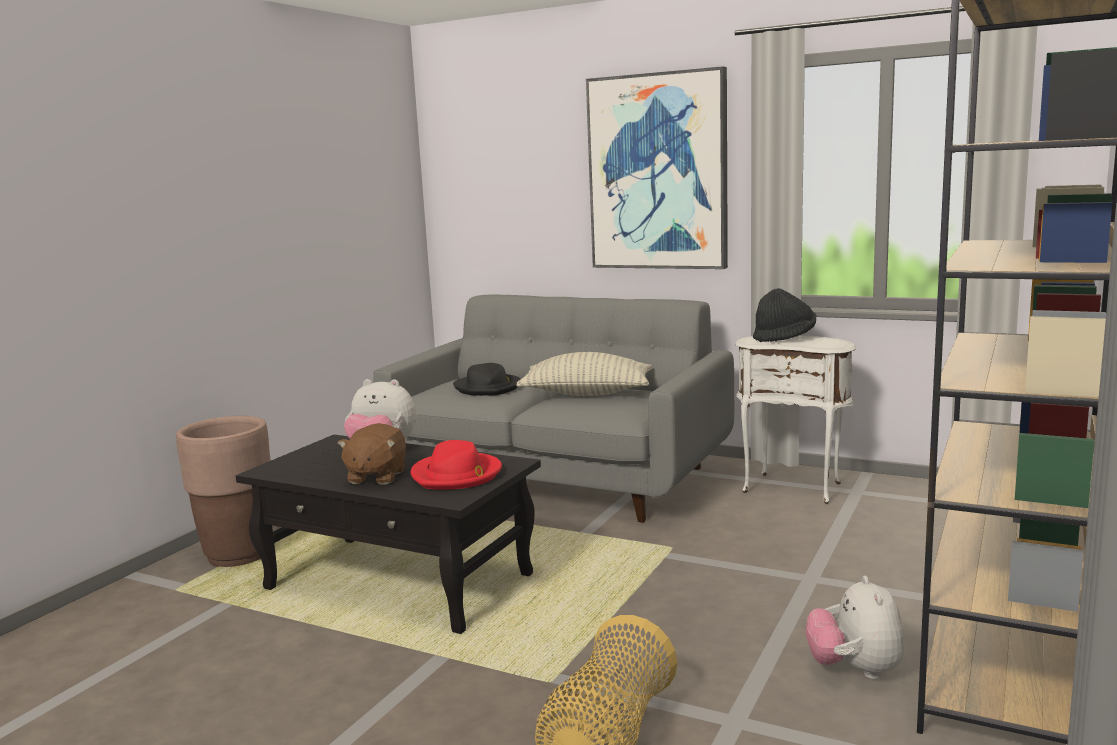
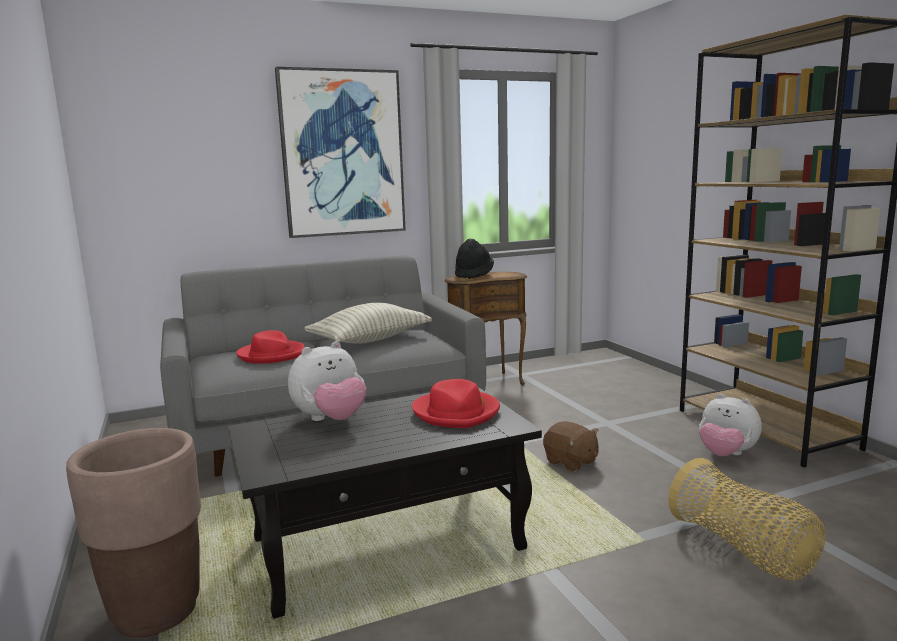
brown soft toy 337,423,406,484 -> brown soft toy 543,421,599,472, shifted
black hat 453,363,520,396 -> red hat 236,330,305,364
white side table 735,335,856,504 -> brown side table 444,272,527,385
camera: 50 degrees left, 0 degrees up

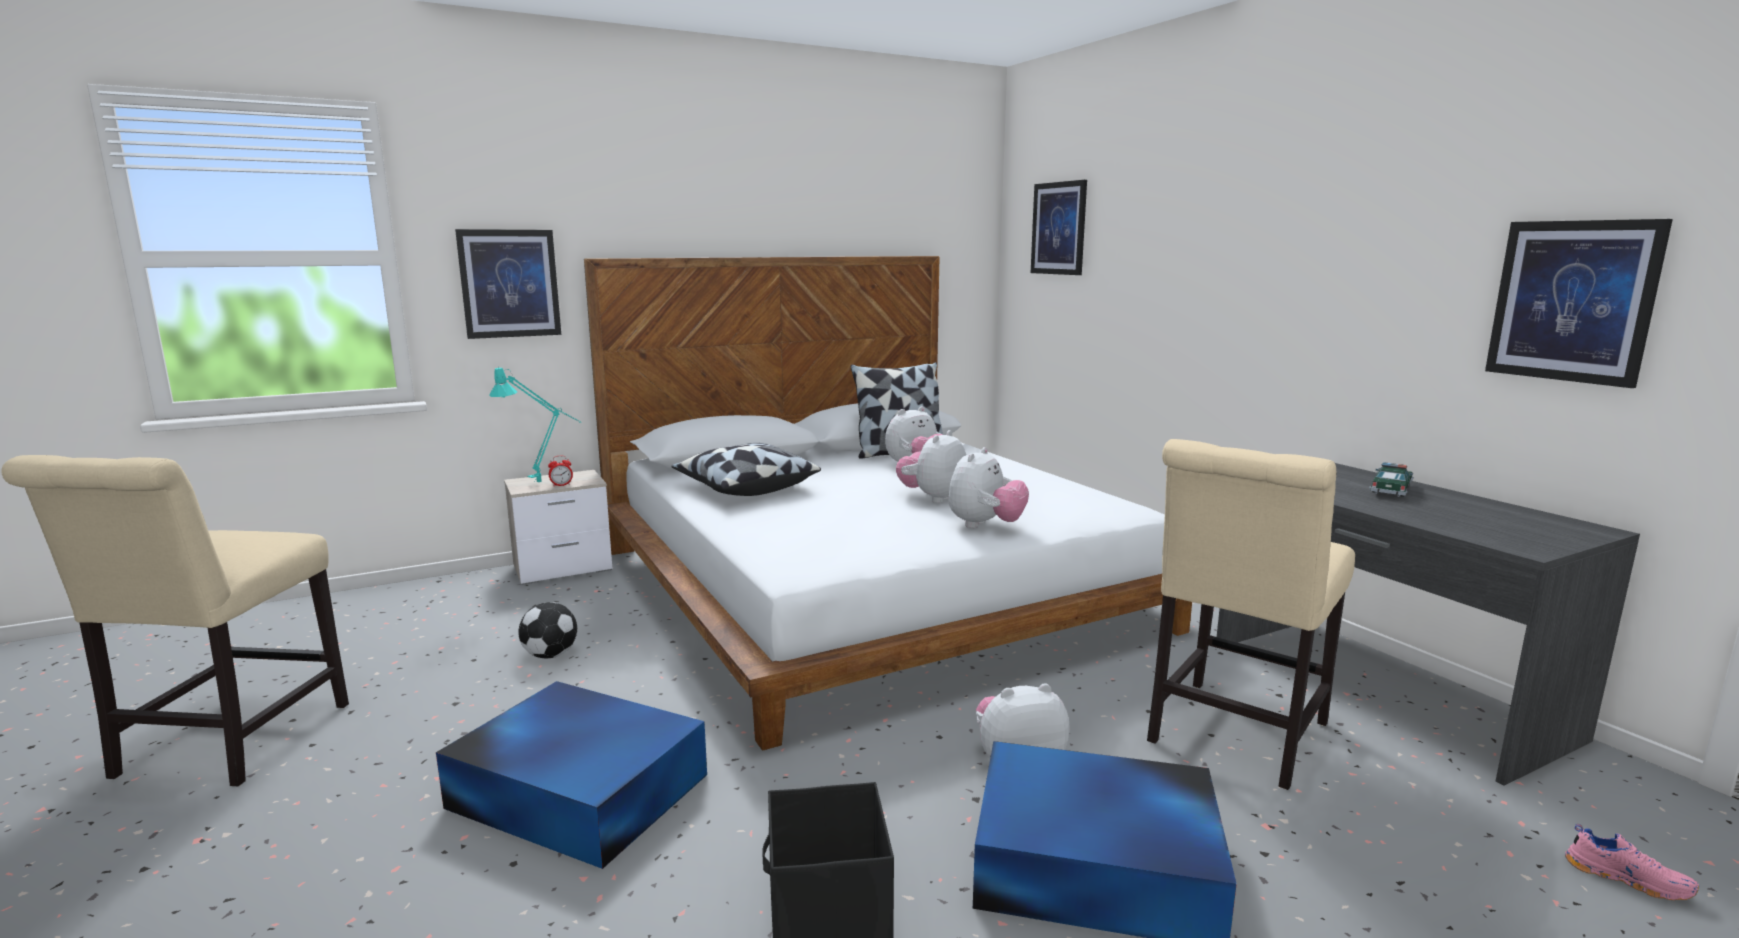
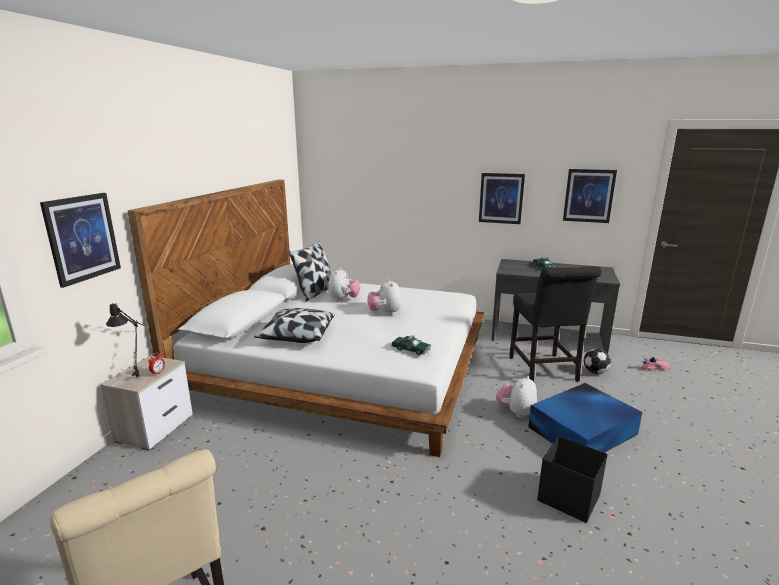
blue-coloured storage bin 436,681,707,869 -> none
soft toy 948,447,1029,528 -> none
none -> toy car 391,335,431,355
football 518,602,577,658 -> football 584,349,611,374, shifted
picture 1031,180,1087,275 -> picture 479,173,525,224, shifted
turquoise tabletop lamp 490,367,581,482 -> black tabletop lamp 106,303,145,377
beige-coloured plain chair 1147,439,1355,790 -> black plain chair 509,266,602,382
camera: 45 degrees left, 5 degrees up

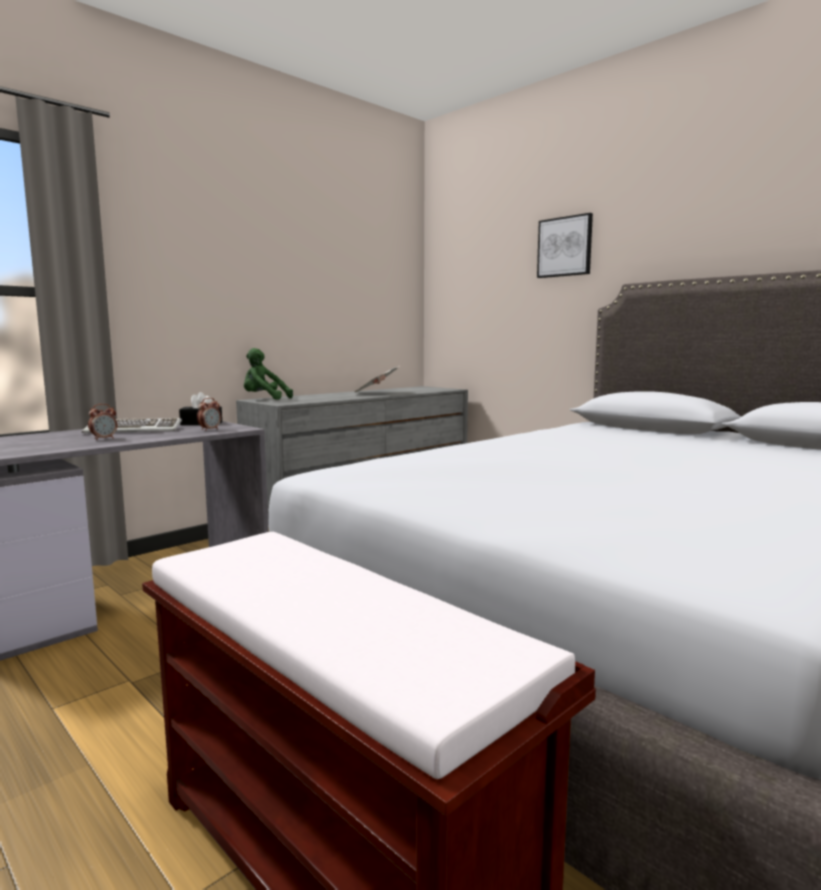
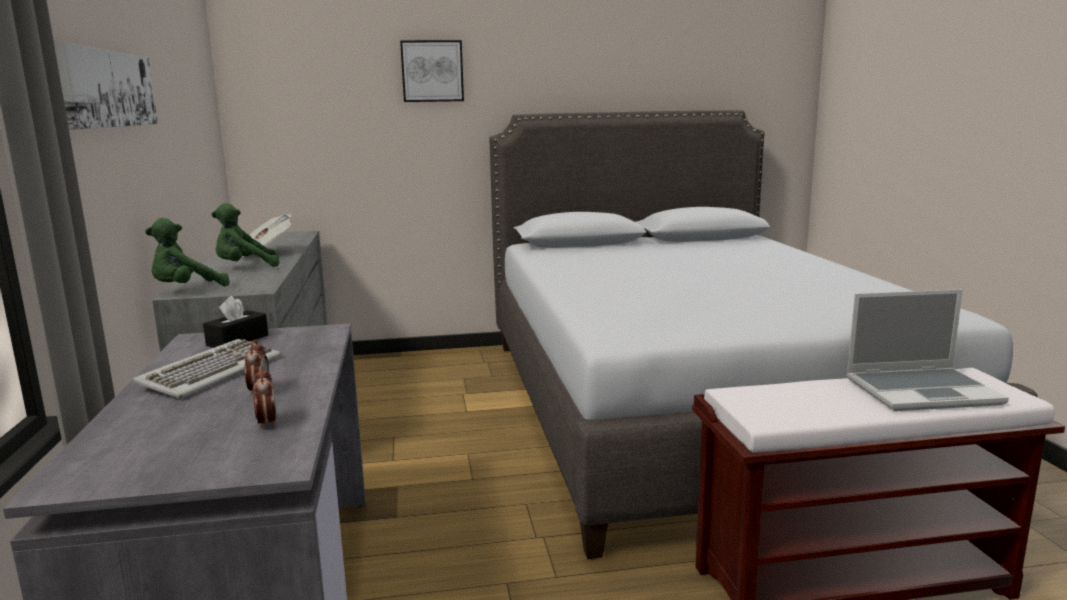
none -> picture 54,42,158,130
none -> greenish soft toy 211,203,279,267
none -> notebook computer 846,289,1009,411
bedside clock 197,398,221,431 -> bedside clock 253,366,277,428, shifted
camera: 55 degrees left, 5 degrees up

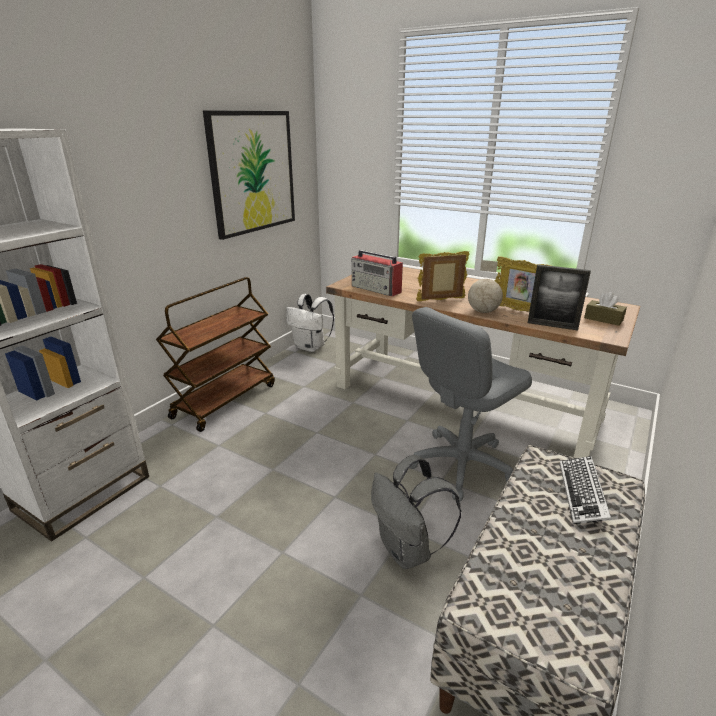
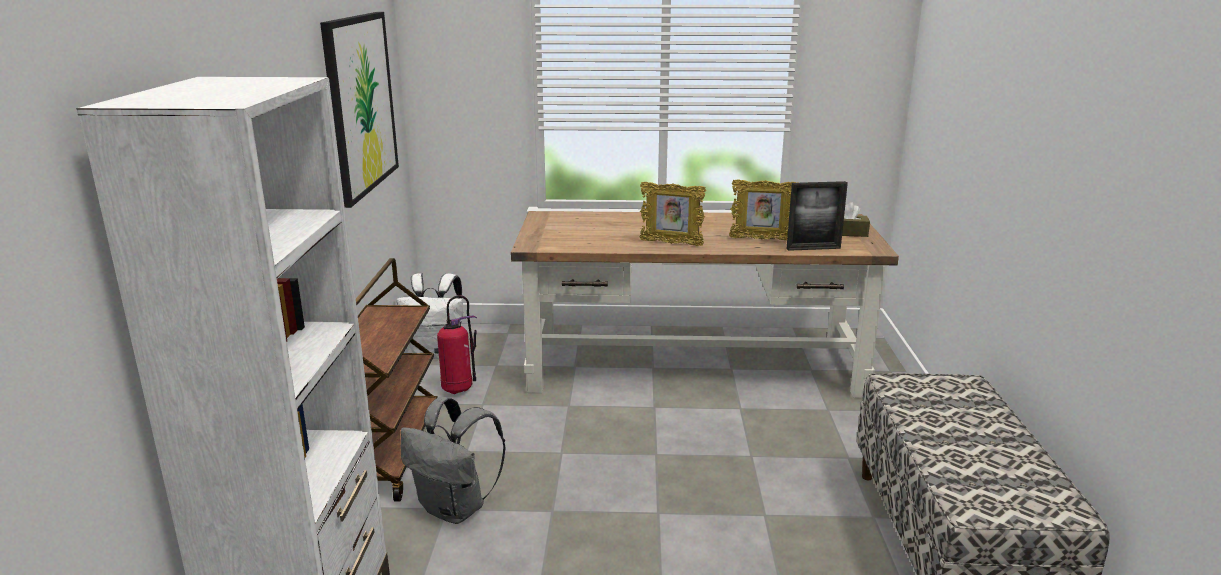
radio set 352,250,403,297 -> none
gray computer chair 410,307,532,501 -> none
desk globe 468,260,503,313 -> none
PC keyboard 560,456,612,524 -> none
none -> extinguisher 437,295,477,394
gray backpack 371,455,462,569 -> gray backpack 401,397,506,524, shifted
standing frame 416,251,470,301 -> standing frame 640,182,706,246, 120 degrees counterclockwise
camera: 30 degrees left, 5 degrees down

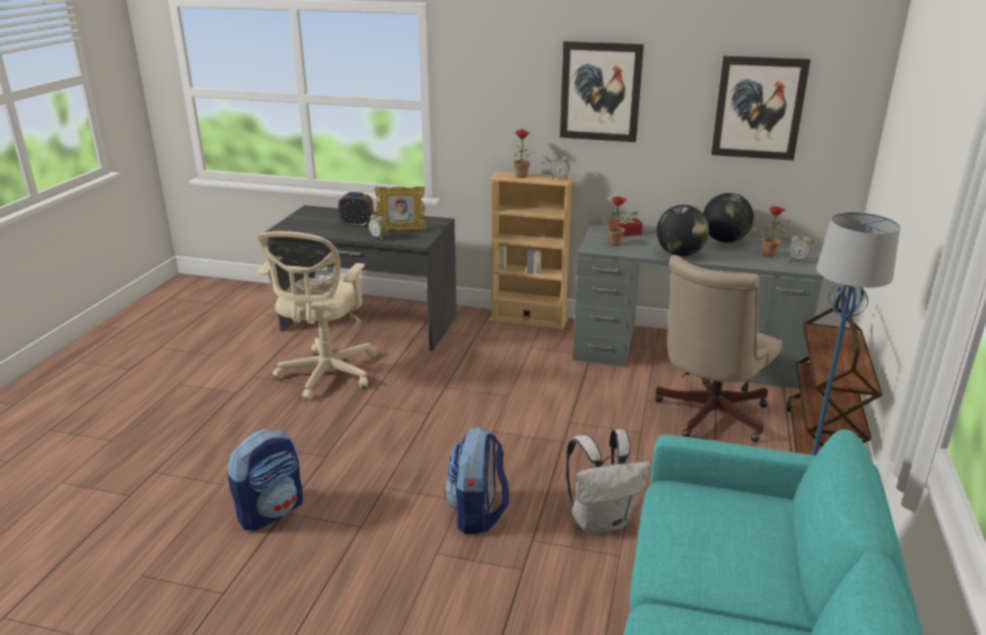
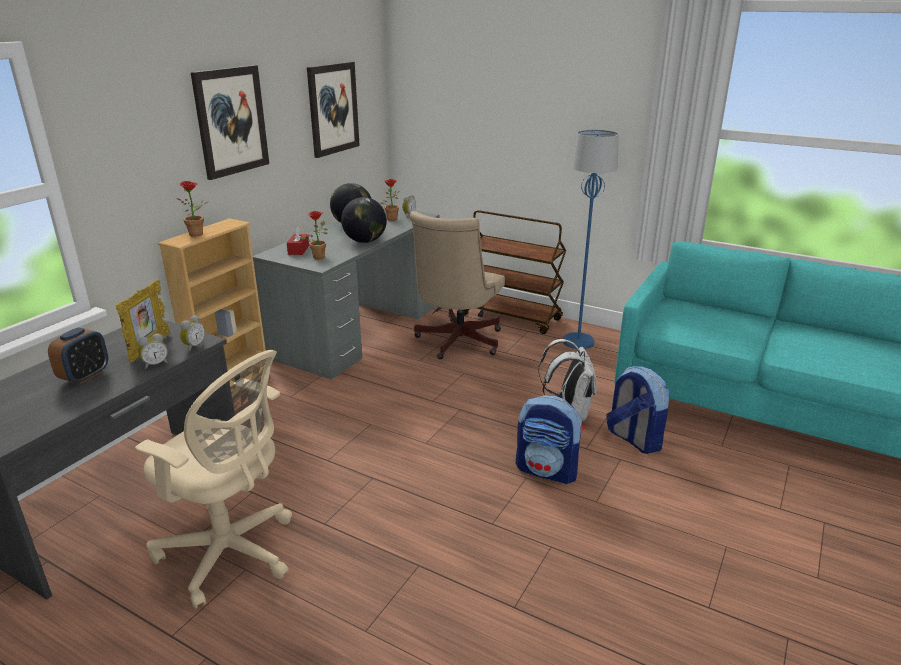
backpack 228,429,303,531 -> backpack 606,366,670,454, shifted
bedside clock 551,156,570,180 -> bedside clock 180,315,205,351, shifted
beige-coloured computer chair 655,255,782,442 -> beige-coloured computer chair 410,211,505,359, 60 degrees clockwise
camera: 75 degrees left, 0 degrees up

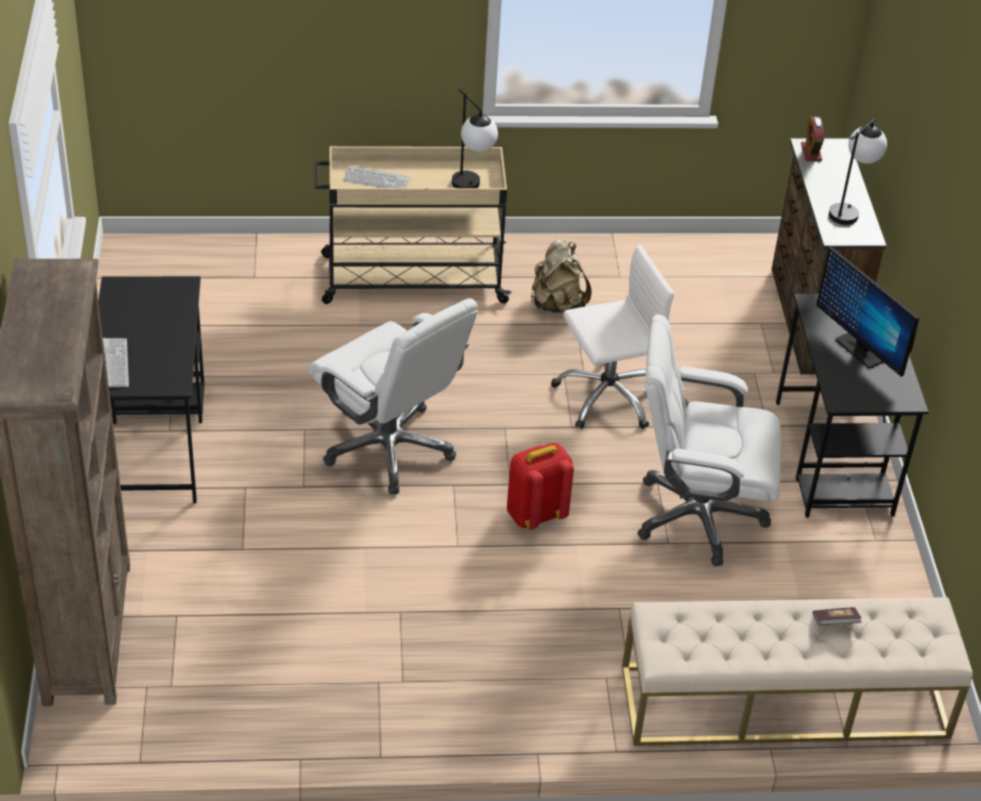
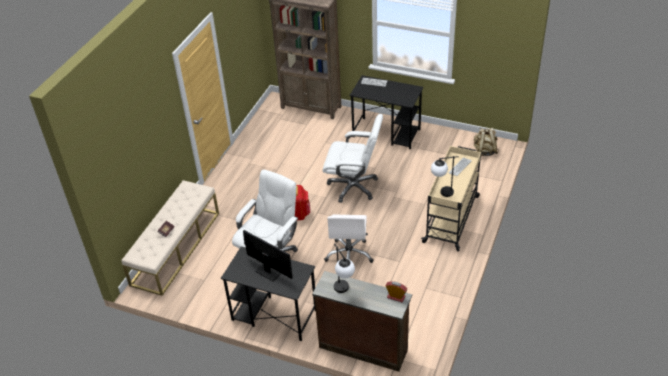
beige-coloured backpack 531,239,592,313 -> beige-coloured backpack 474,128,499,156, shifted
white computer chair 308,298,478,494 -> white computer chair 322,114,383,203, 150 degrees counterclockwise
monitor 816,247,919,377 -> monitor 243,230,293,281, 45 degrees clockwise
camera: 120 degrees right, 0 degrees up

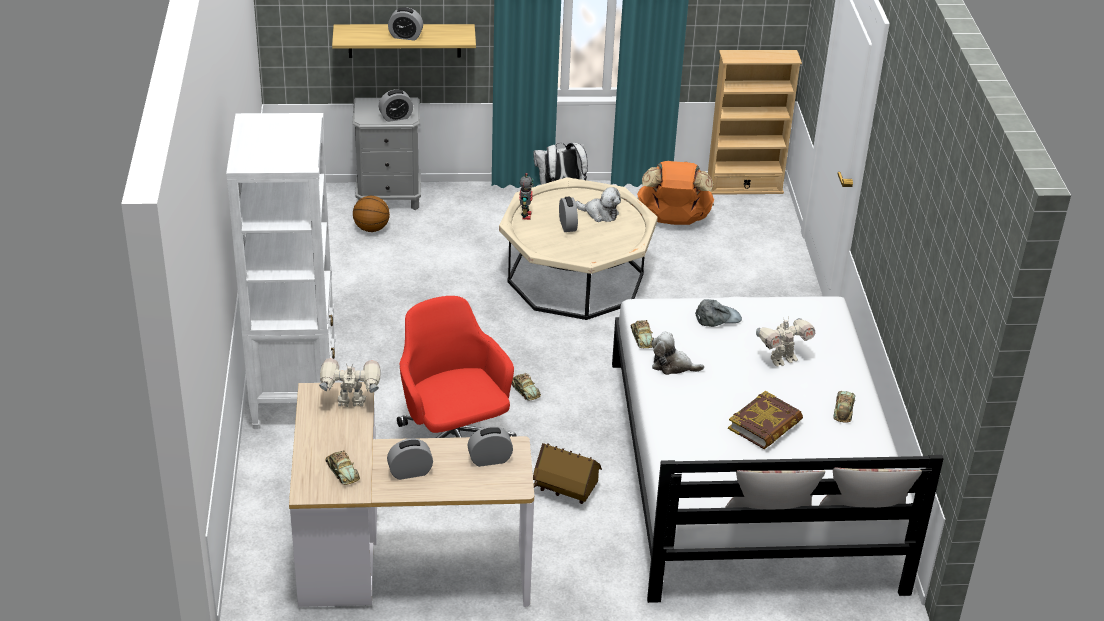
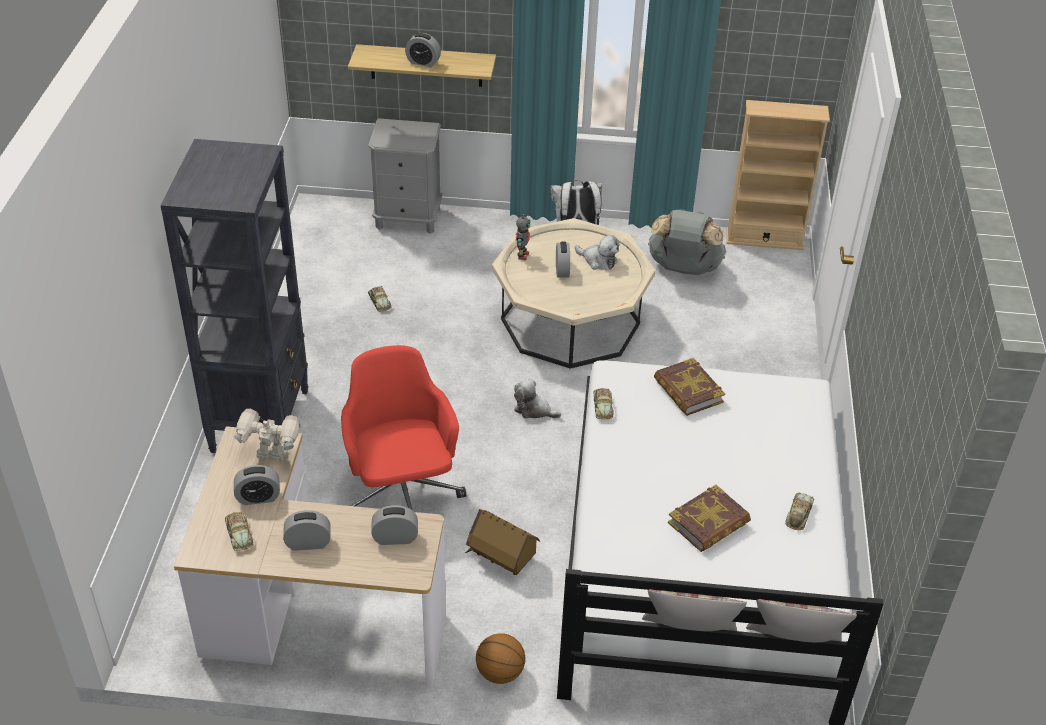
model robot 756,317,815,367 -> none
basketball 353,196,390,232 -> basketball 476,633,525,684, shifted
bedside clock 379,89,413,122 -> bedside clock 234,465,280,505, shifted
toy car 512,373,541,401 -> toy car 368,286,391,311, shifted
soft toy 651,332,704,375 -> soft toy 514,378,561,418, shifted
gray baseball cap 695,299,742,327 -> bound book 654,358,725,416
white shelving unit 226,113,336,429 -> black shelving unit 160,139,308,453
orange backpack 637,161,714,225 -> gray backpack 648,209,726,275
camera: 10 degrees right, 5 degrees up

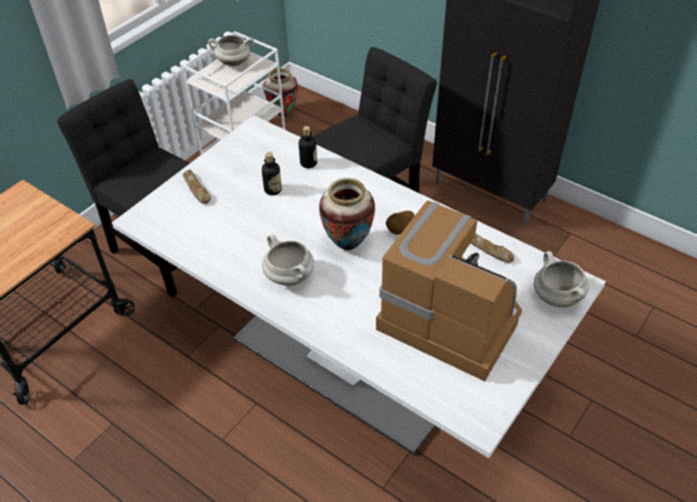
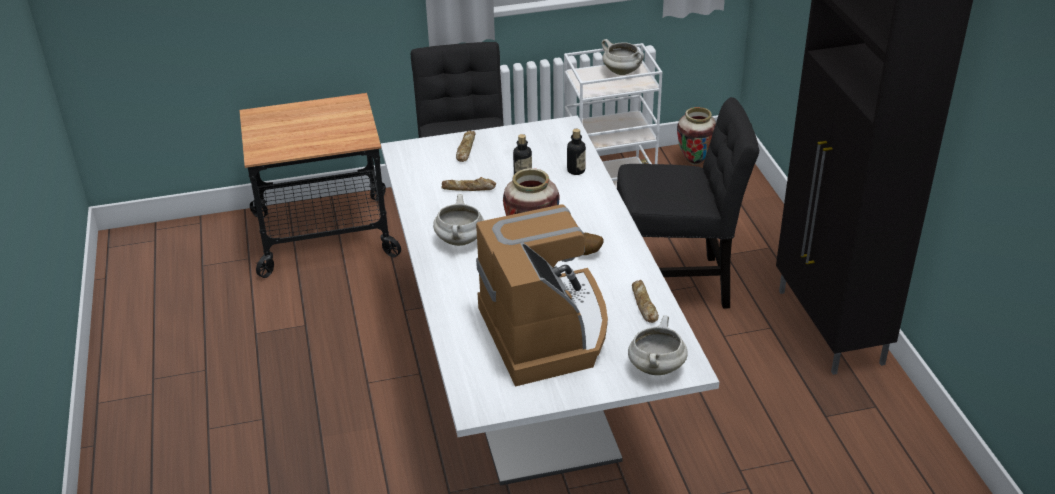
none -> bakery bread 441,177,496,191
camera: 40 degrees right, 10 degrees down

